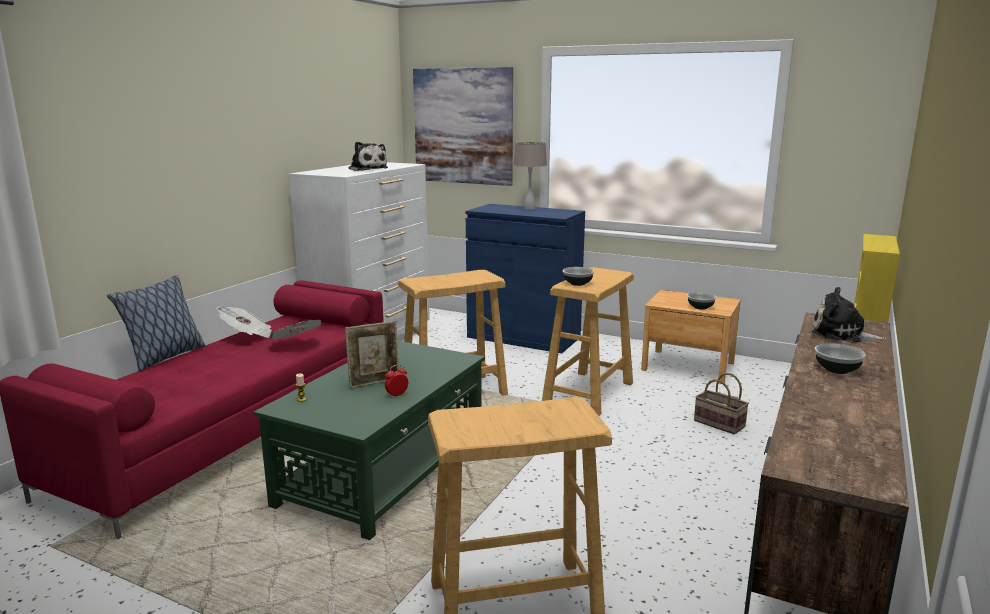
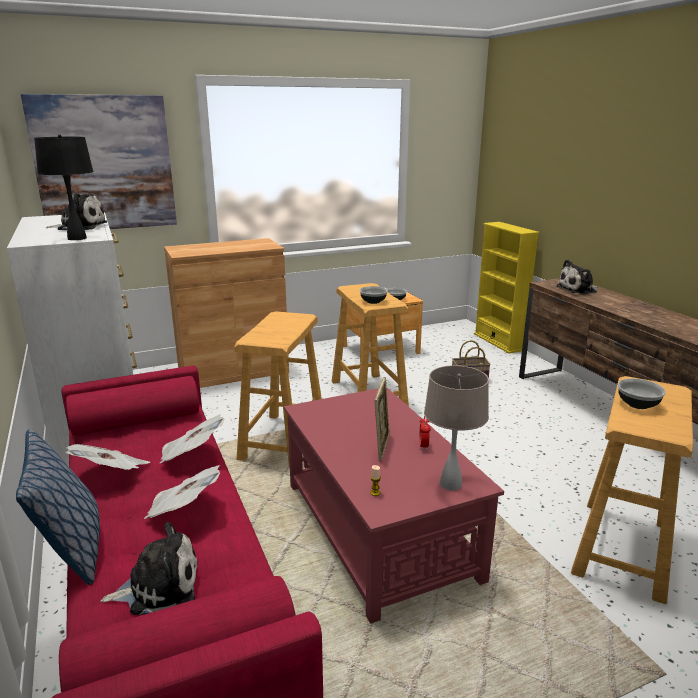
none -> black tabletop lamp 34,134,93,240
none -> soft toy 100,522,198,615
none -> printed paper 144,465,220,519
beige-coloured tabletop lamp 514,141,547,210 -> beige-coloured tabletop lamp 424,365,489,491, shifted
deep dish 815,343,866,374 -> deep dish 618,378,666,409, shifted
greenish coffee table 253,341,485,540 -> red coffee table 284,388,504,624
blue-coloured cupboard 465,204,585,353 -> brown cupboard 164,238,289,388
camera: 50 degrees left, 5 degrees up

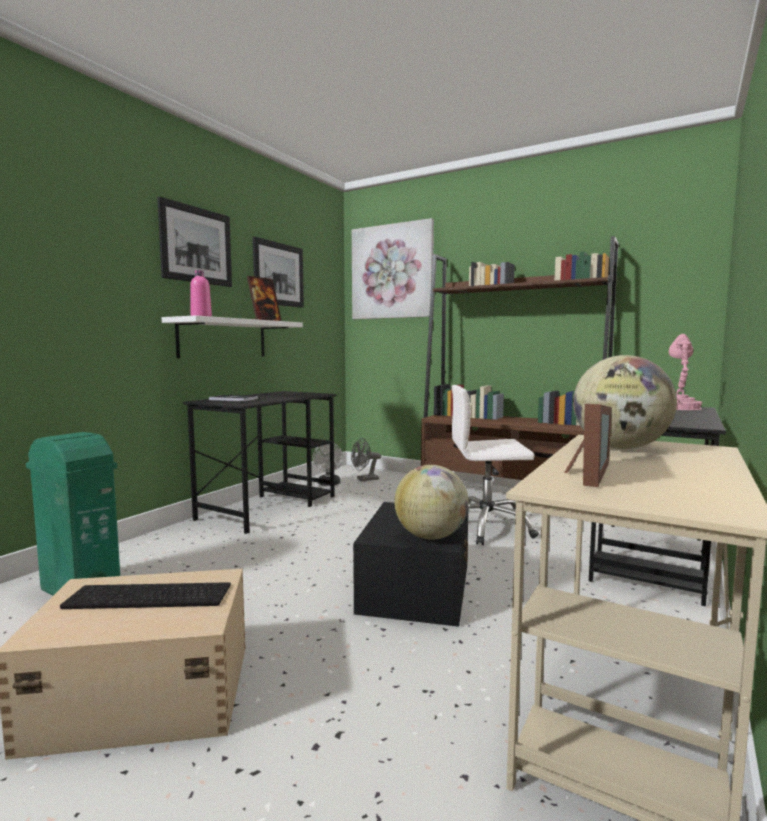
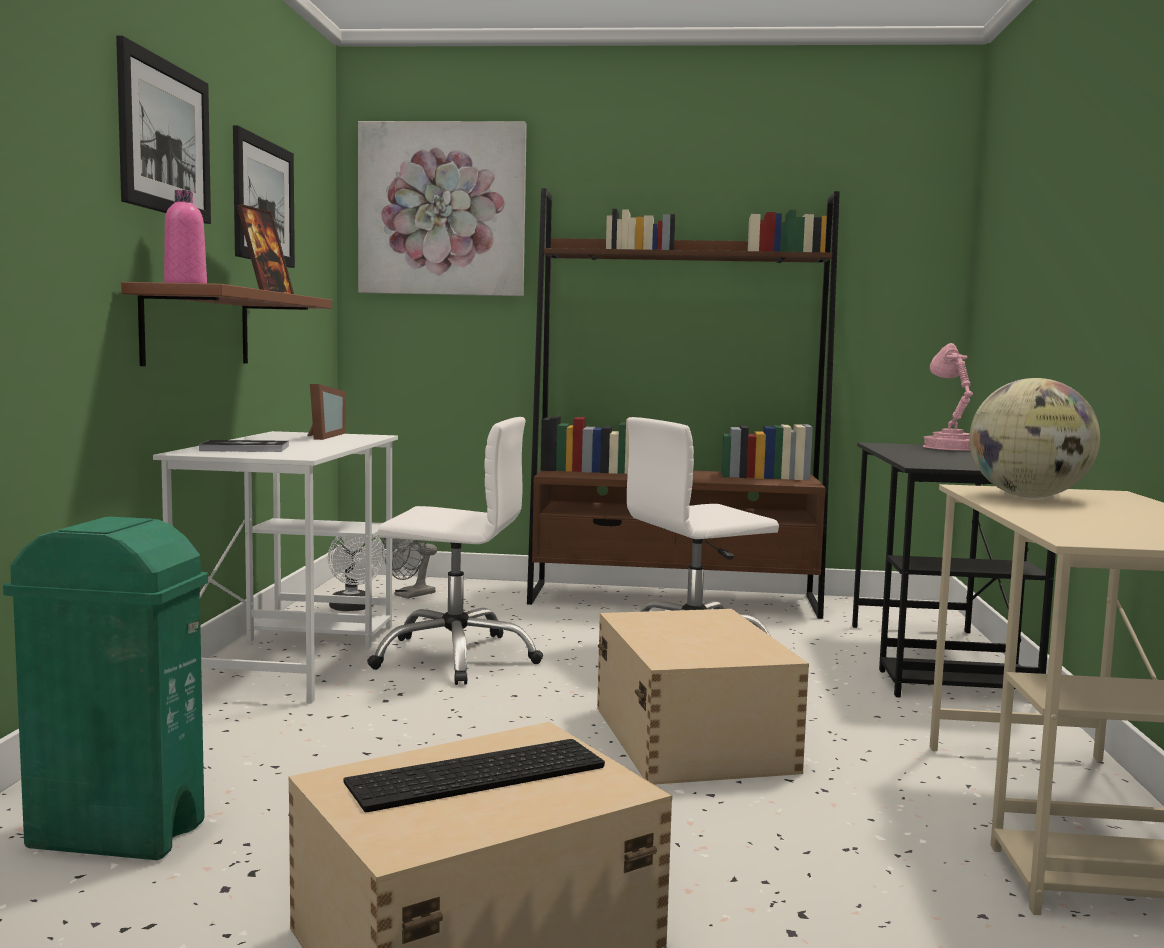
desk globe 394,465,469,540 -> none
none -> white computer chair 367,417,543,685
standing frame 564,404,612,487 -> standing frame 307,384,346,440, shifted
white shelf 162,315,303,358 -> brown shelf 121,282,332,366
black desk table 183,391,337,534 -> white desk table 153,431,398,704
black storage bin 353,502,468,627 -> beige-coloured storage bin 597,609,809,785
camera: 25 degrees left, 0 degrees up

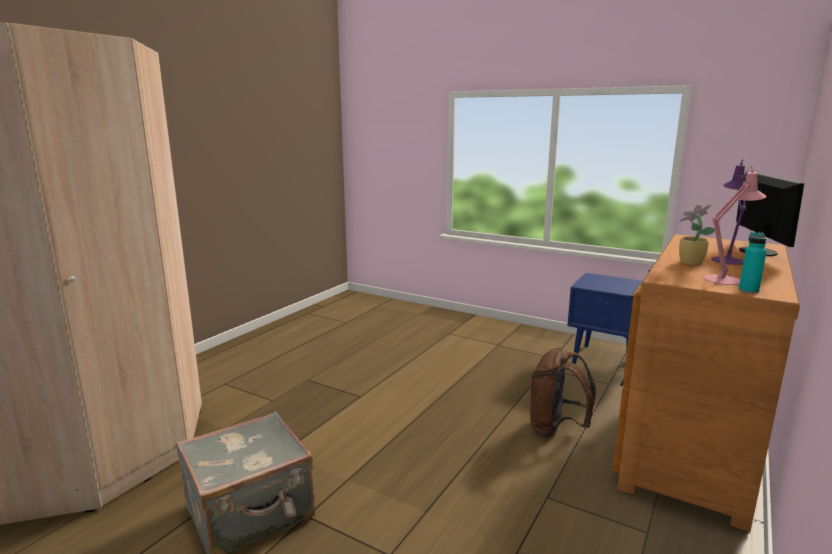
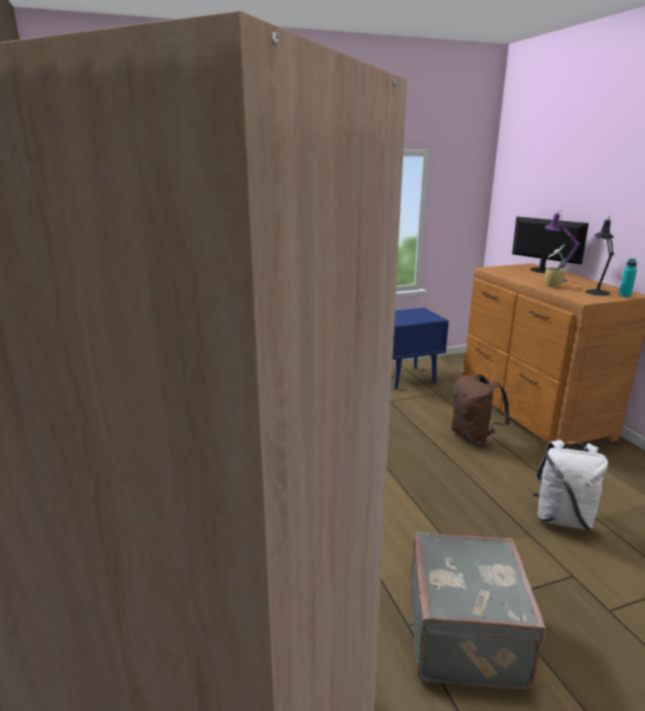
none -> white backpack 533,440,608,530
pink tabletop lamp 704,166,767,285 -> black tabletop lamp 585,216,614,296
camera: 50 degrees left, 5 degrees up

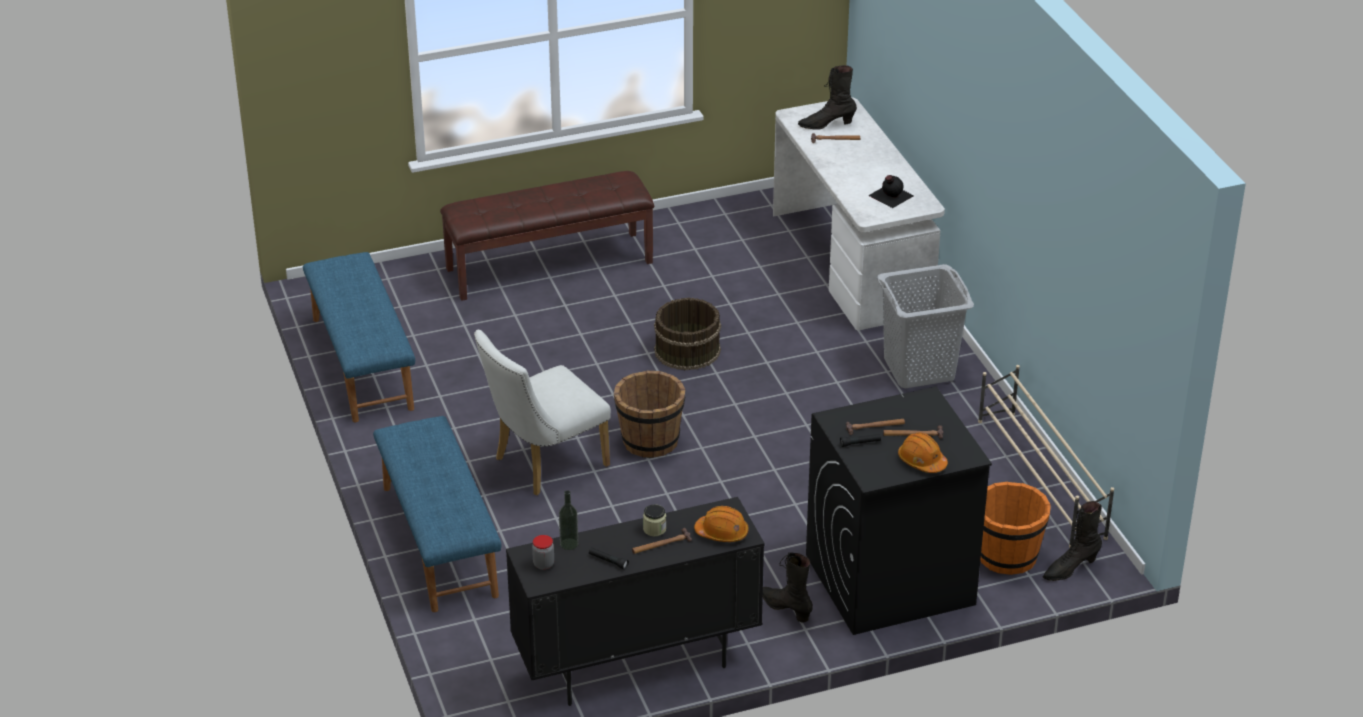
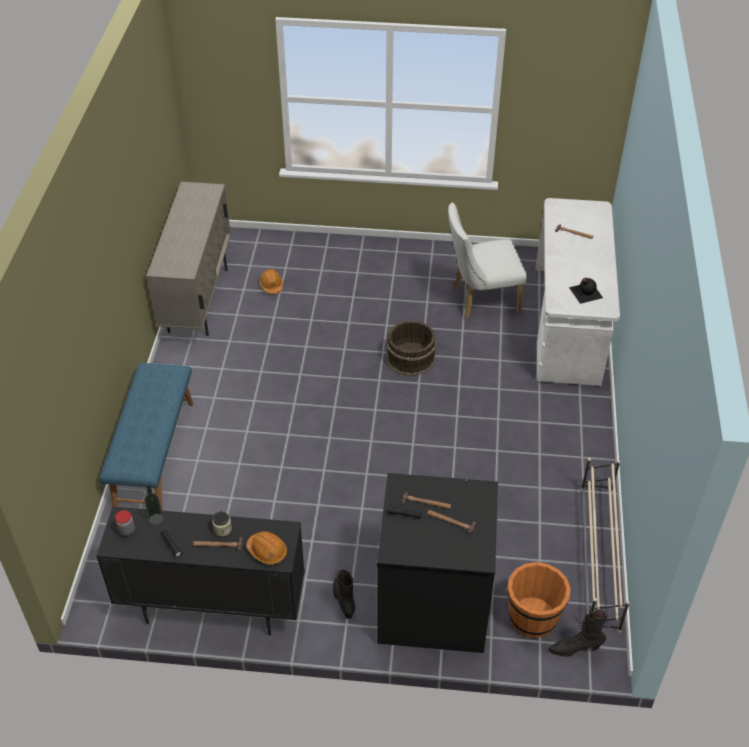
brown long seat 440,171,654,301 -> none
brown bucket 614,371,686,458 -> none
black high-top boot 798,65,857,130 -> none
gray washing basket 877,264,974,388 -> none
white plain chair 474,330,611,495 -> white plain chair 448,202,527,318, shifted
orange safety helmet 898,432,948,473 -> orange safety helmet 259,269,283,294, shifted
blue-coloured long seat 303,252,415,422 -> beige-coloured cupboard 147,182,231,336
camera: 25 degrees right, 10 degrees up

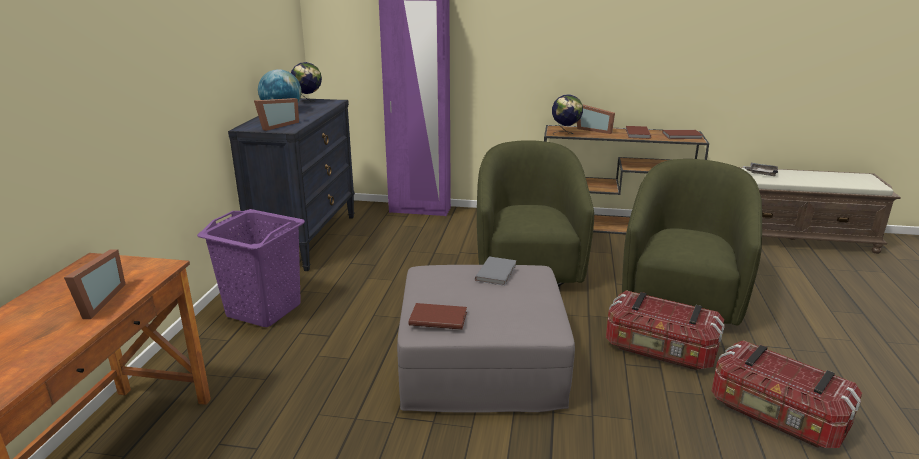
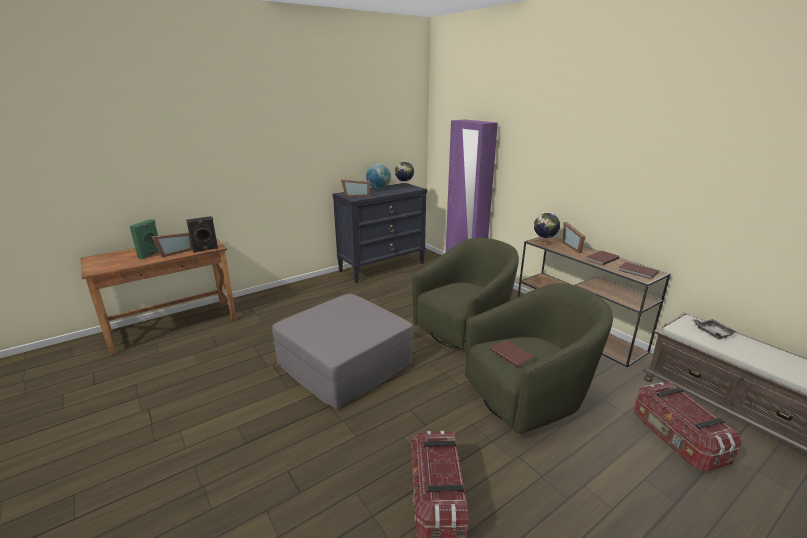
purple washing basket 197,209,305,327 -> none
gray bound book 475,257,517,286 -> none
none -> greenish audio speaker 130,219,159,259
none -> black audio speaker 186,216,218,253
brown bound book 409,303,467,330 -> brown bound book 490,340,535,368, shifted
storage bin 606,290,725,370 -> storage bin 634,382,742,472, shifted
camera: 45 degrees right, 0 degrees up

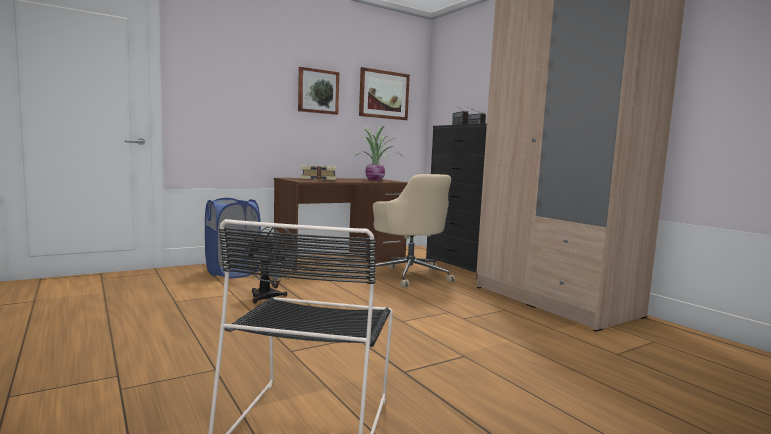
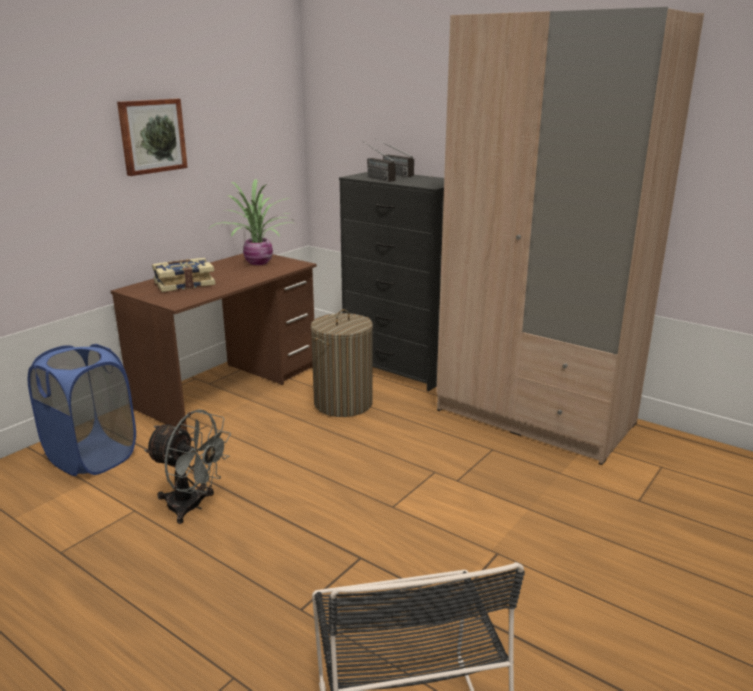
picture 359,67,410,120 -> none
beige-coloured computer chair 367,174,455,288 -> washing basket 311,309,373,417
camera: 20 degrees left, 15 degrees up

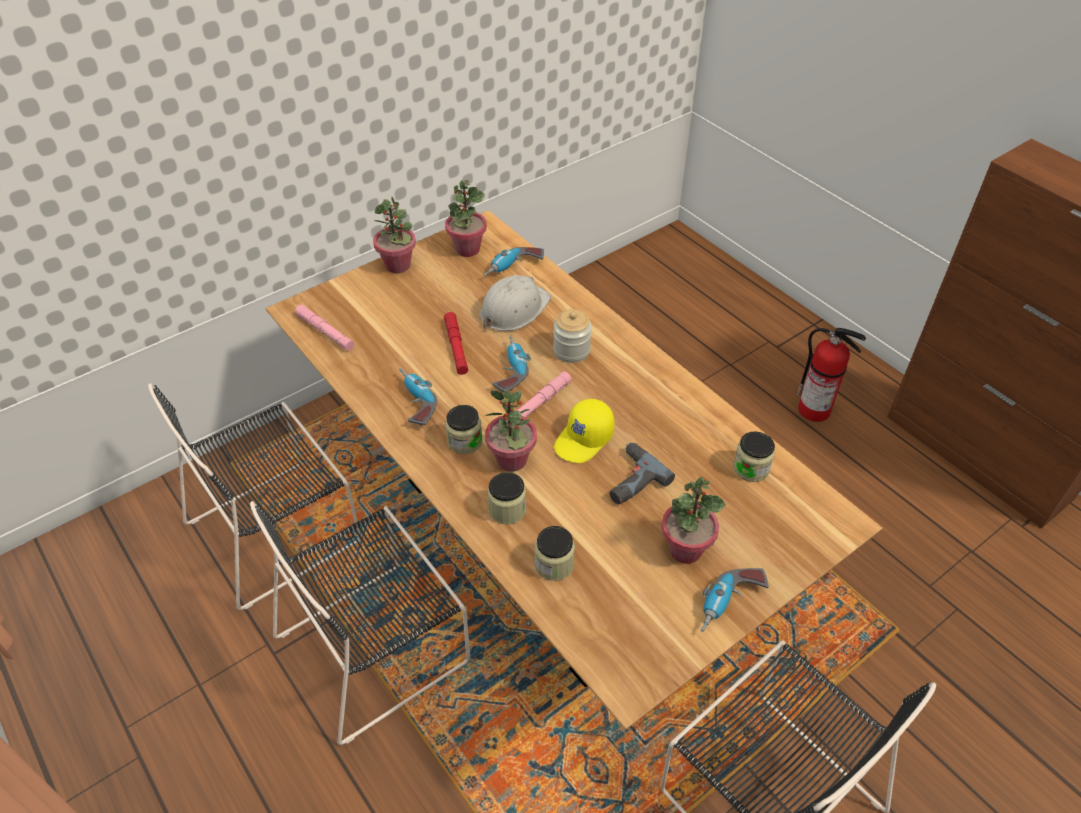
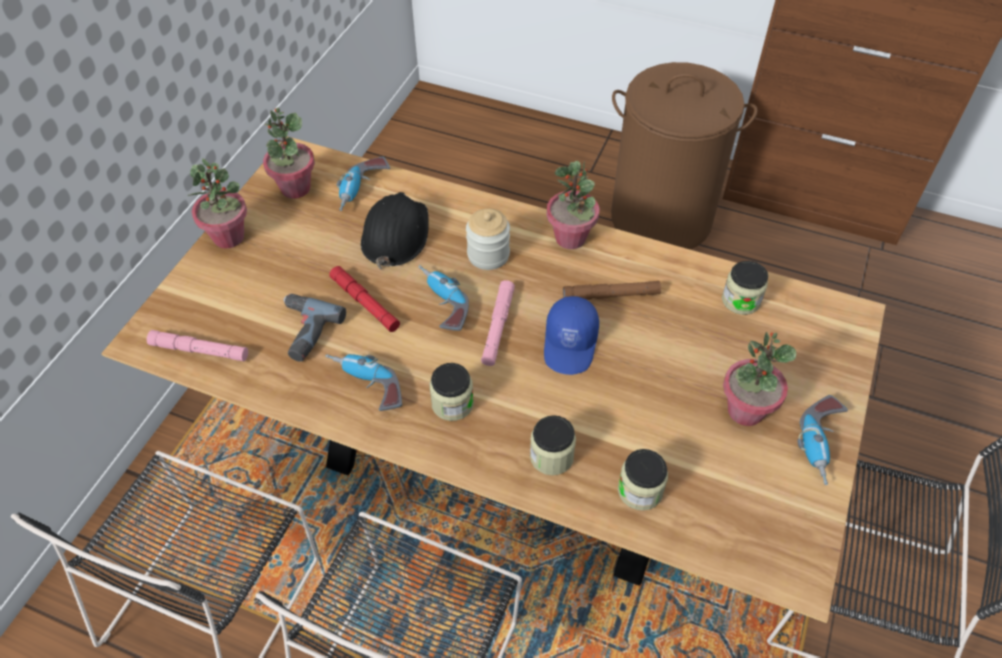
none -> brown torch 563,281,661,300
plant in a pot 484,390,537,472 -> plant in a pot 546,161,599,249, shifted
power drill 610,443,675,504 -> power drill 283,294,346,362, shifted
extinguisher 797,328,866,422 -> brown washing basket 611,62,757,249
white safety helmet 480,275,551,331 -> black safety helmet 361,192,429,270
yellow-coloured baseball cap 554,399,614,463 -> blue-coloured baseball cap 544,296,599,375
camera: 30 degrees left, 5 degrees up

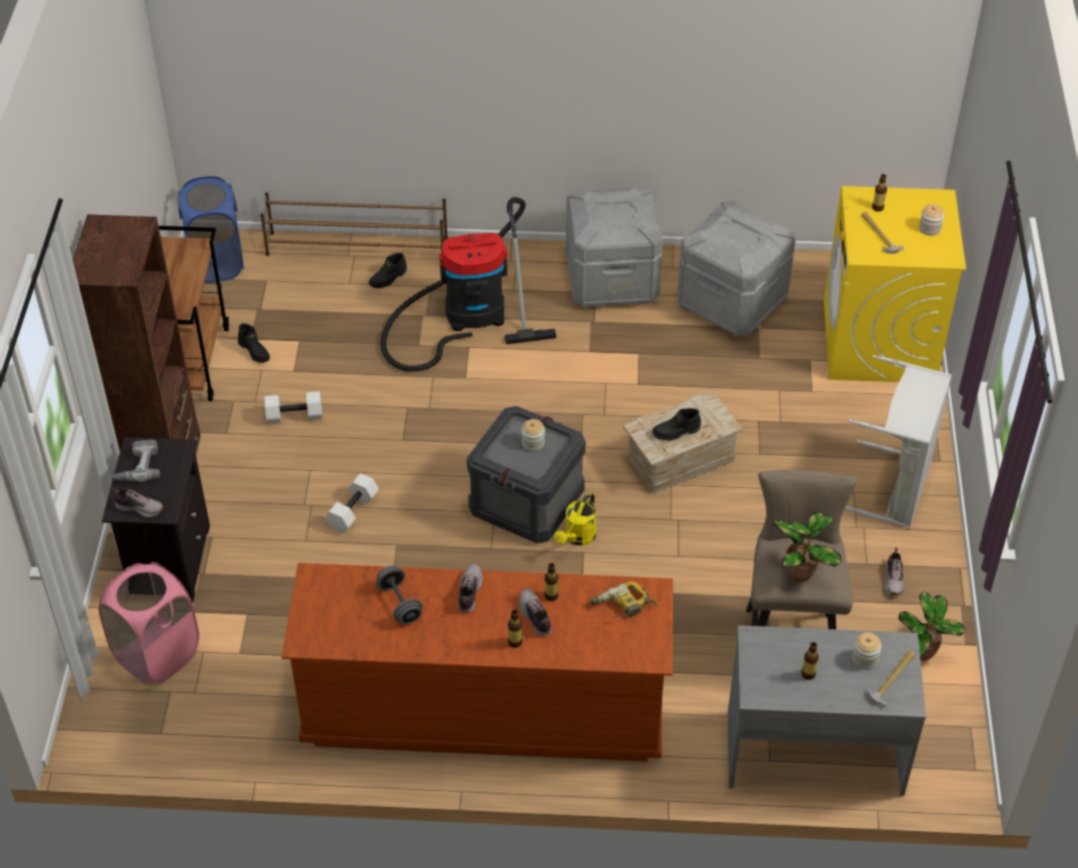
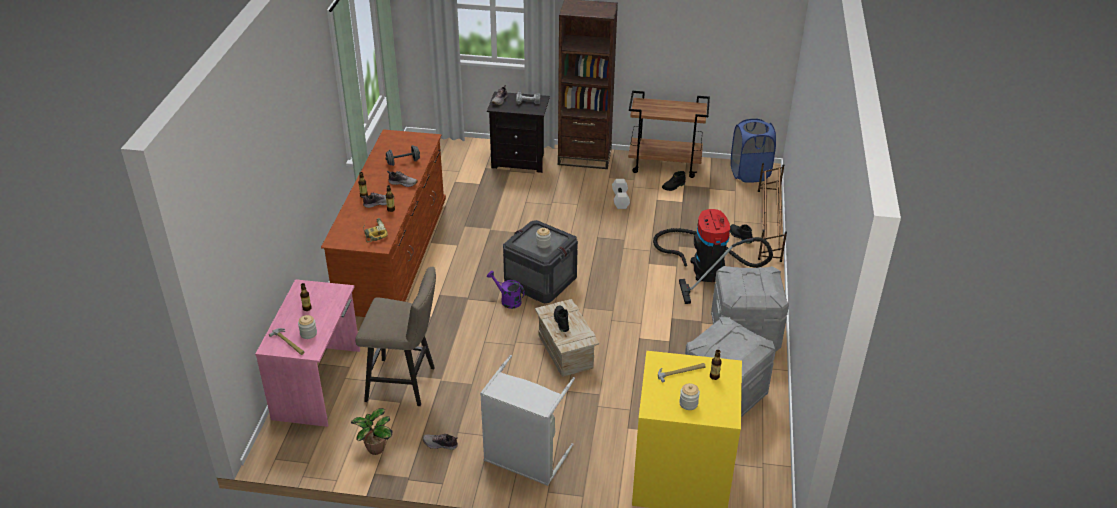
pink washing basket 99,562,199,684 -> none
white hand weight 325,473,379,533 -> none
plant in a pot 773,512,842,582 -> none
yellow-coloured sprinkling can 554,492,597,546 -> purple sprinkling can 487,271,525,309
gray desk table 728,625,926,796 -> pink desk table 255,279,360,427
camera: 95 degrees right, 10 degrees down

